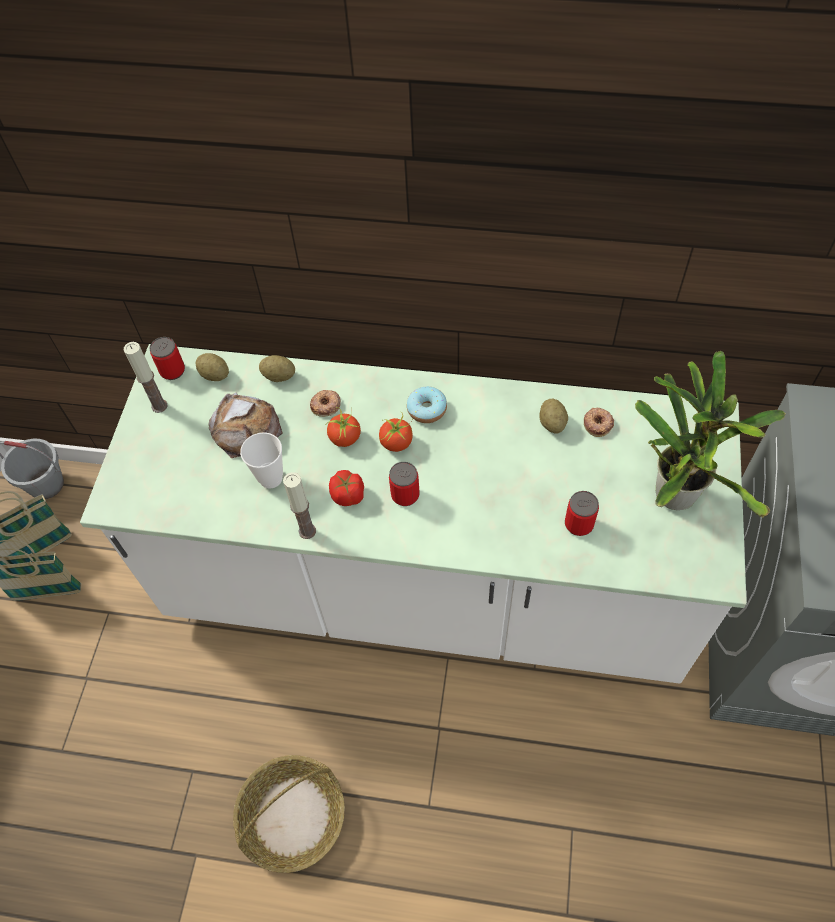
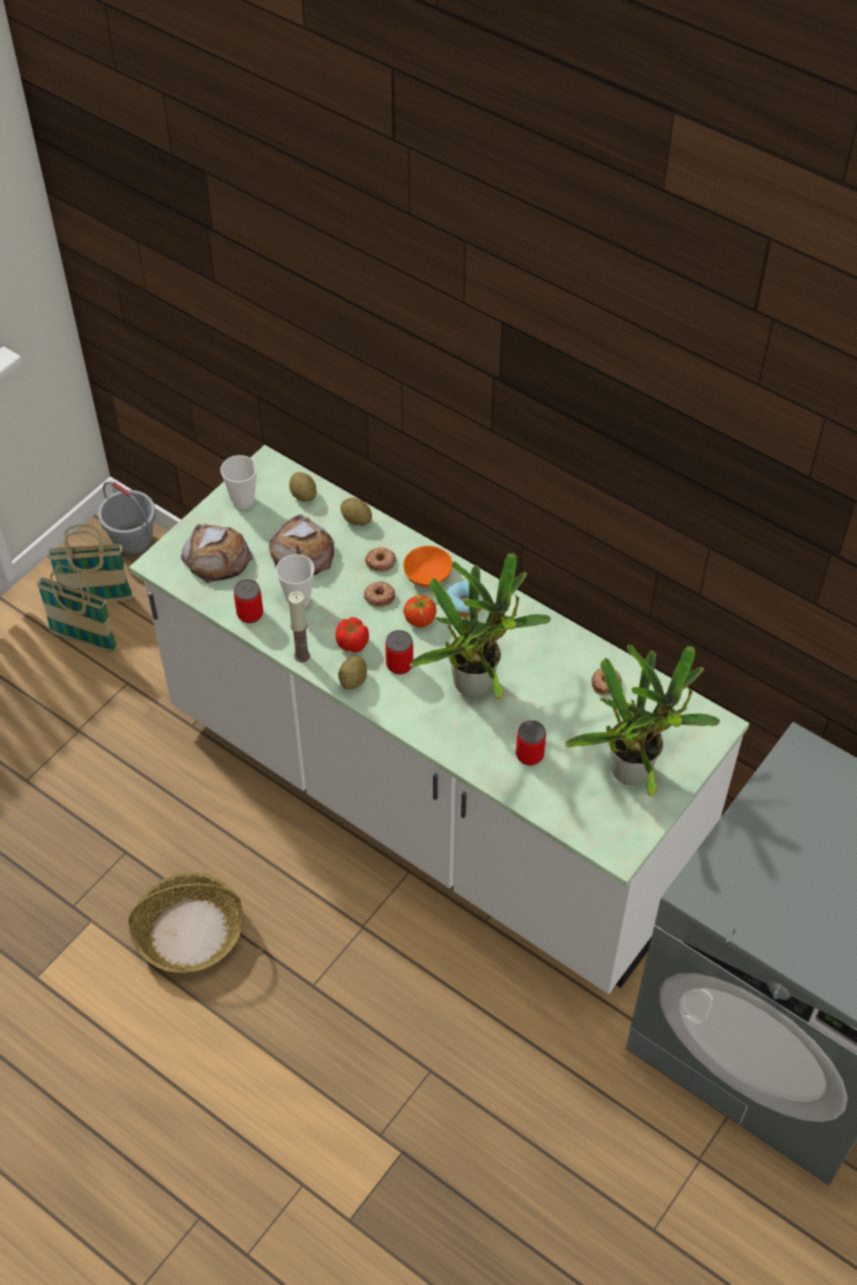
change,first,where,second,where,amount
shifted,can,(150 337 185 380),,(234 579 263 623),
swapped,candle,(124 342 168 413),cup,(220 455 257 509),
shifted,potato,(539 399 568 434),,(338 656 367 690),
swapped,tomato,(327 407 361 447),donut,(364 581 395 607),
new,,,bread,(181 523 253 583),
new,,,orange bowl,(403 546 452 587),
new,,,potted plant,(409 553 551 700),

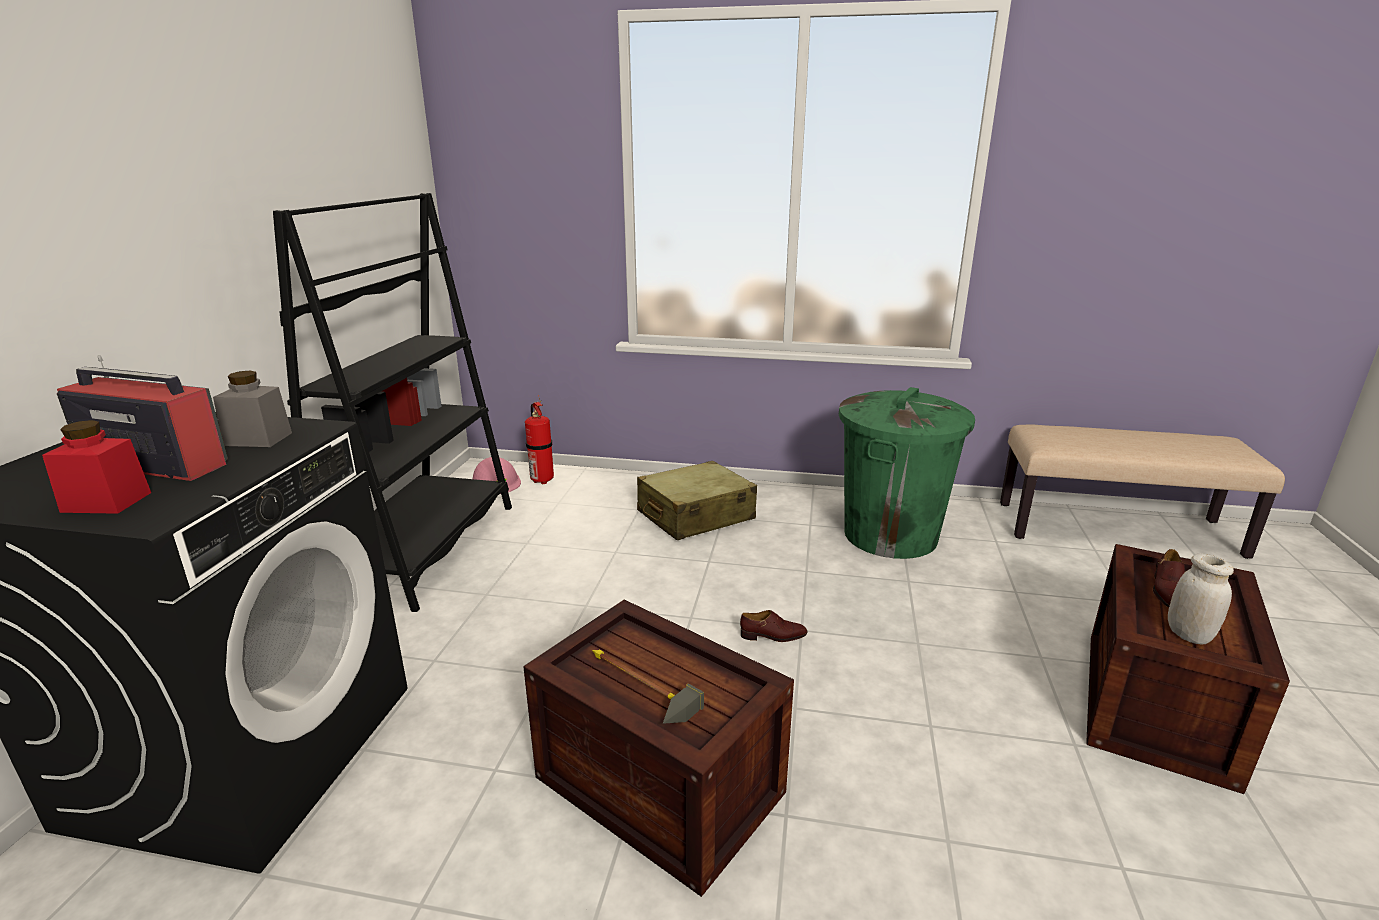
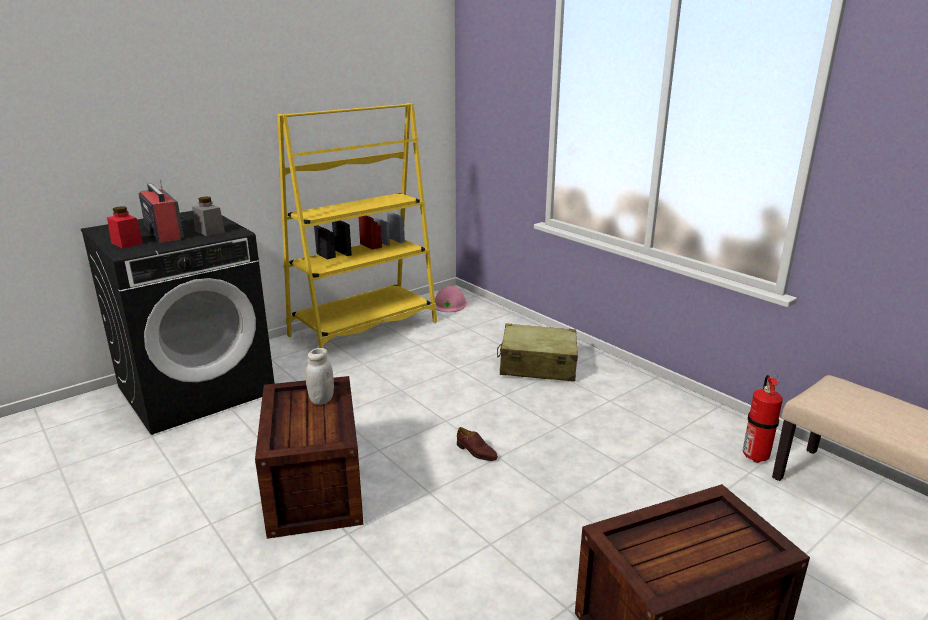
change,first,where,second,where,amount
repainted,black bookcase,(273 193 512 612),yellow bookcase,(277 103 437 348),
gone,green trash can,(839 387 975 559),,,
shifted,fire extinguisher,(525 395 554 484),,(743 372 783 463),
gone,brown shoe,(1153 549 1185 607),,,
shifted,white jar,(1168 553 1234 644),,(306 348 334 405),
gone,hammer,(592 649 704 724),,,

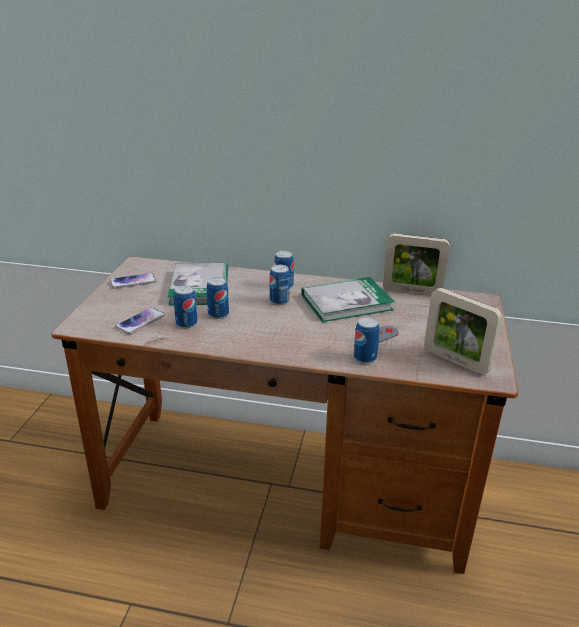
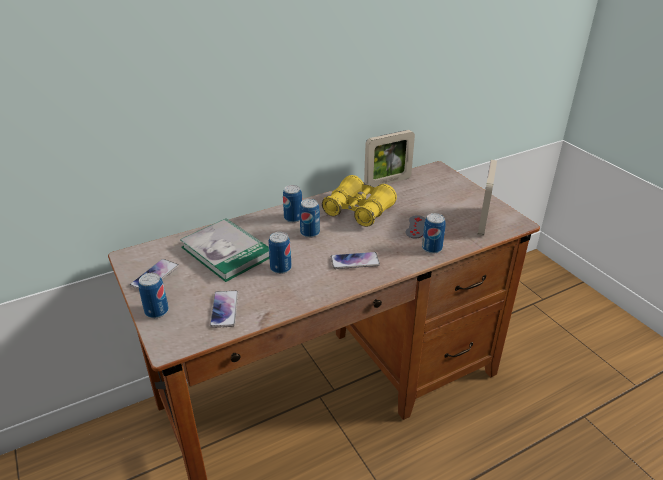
change,first,where,second,where,amount
swapped,book,(301 277 395 322),yellow binoculars,(322 175 397 227),
shifted,can,(174 285 198 328),,(138 273 169 318),
rotated,picture frame,(424 288 502 375),,(478 160 497 236),75 degrees counterclockwise
new,,,phone,(331 252 380 269),

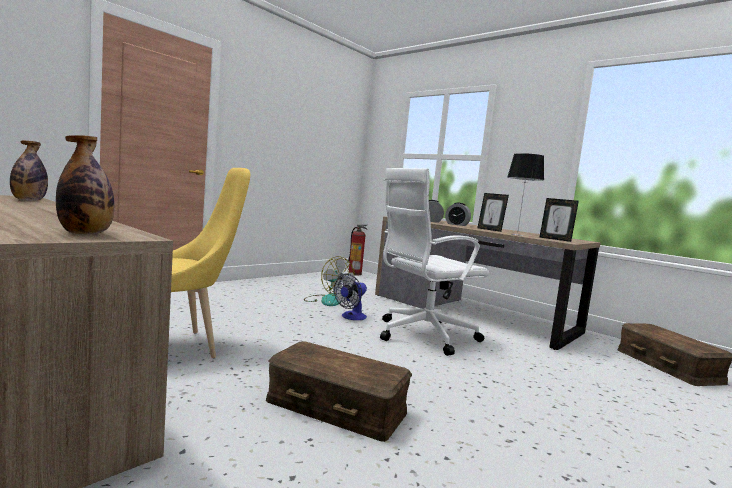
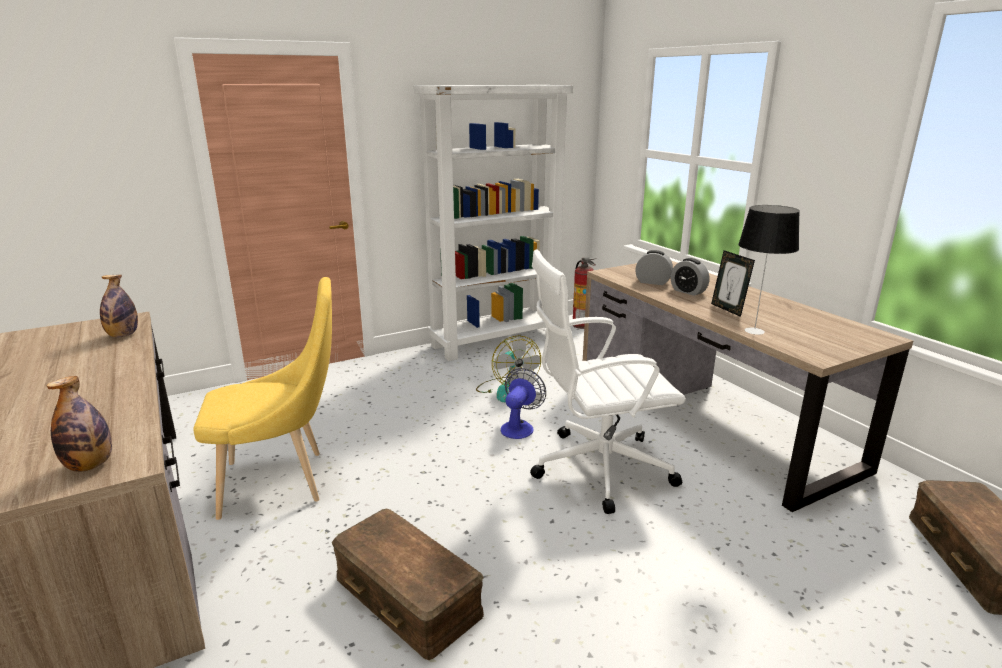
change,first,where,second,where,amount
gone,picture frame,(540 198 579 242),,,
rotated,fan,(334 274 367 320),,(501 368 546 439),150 degrees clockwise
new,,,white bookcase,(414 85 573 361),

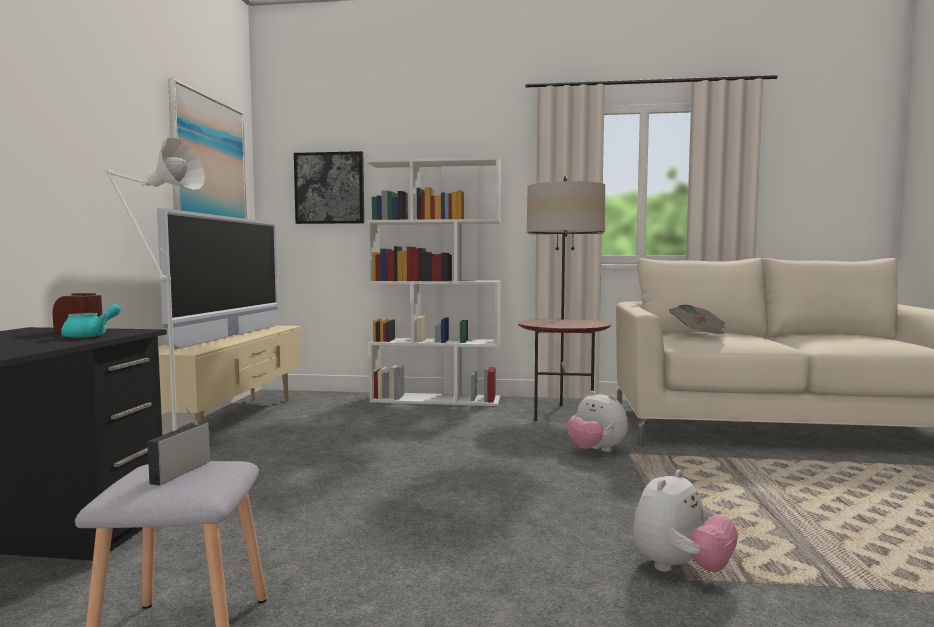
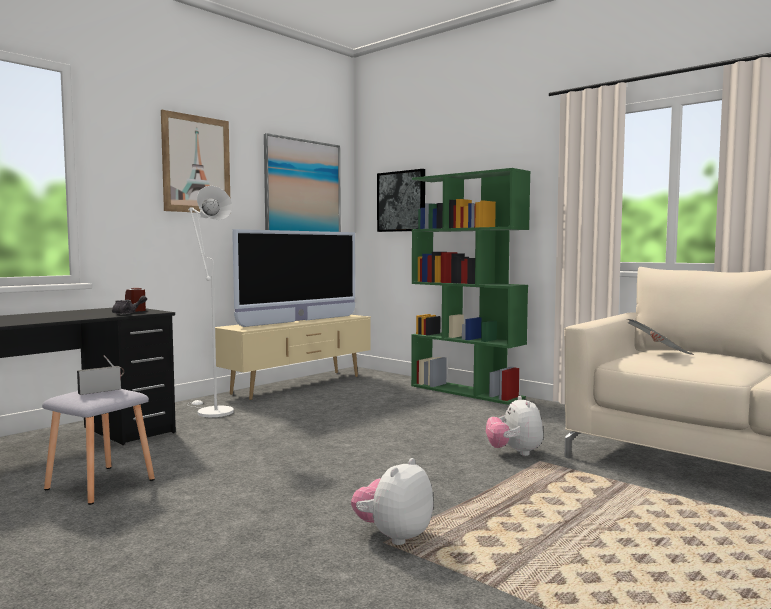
change,first,where,second,where,amount
repainted,white bookcase,(366 157 501 406),green bookcase,(411 168 531 405),
gone,floor lamp,(518 175 611 421),,,
repainted,turquoise teapot,(61 304 121 338),grey teapot,(112 295 147 314),
rotated,plush toy,(633 469 738 572),,(351 458 433 545),135 degrees clockwise
new,,,picture,(161 110 230 213),

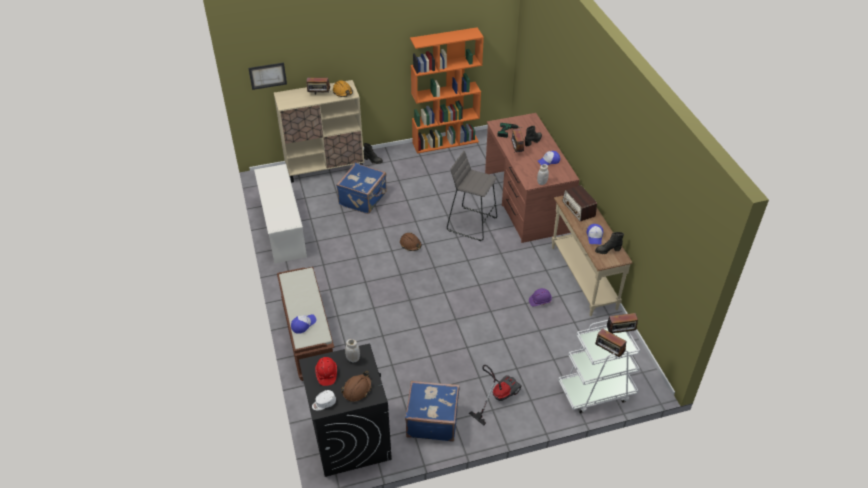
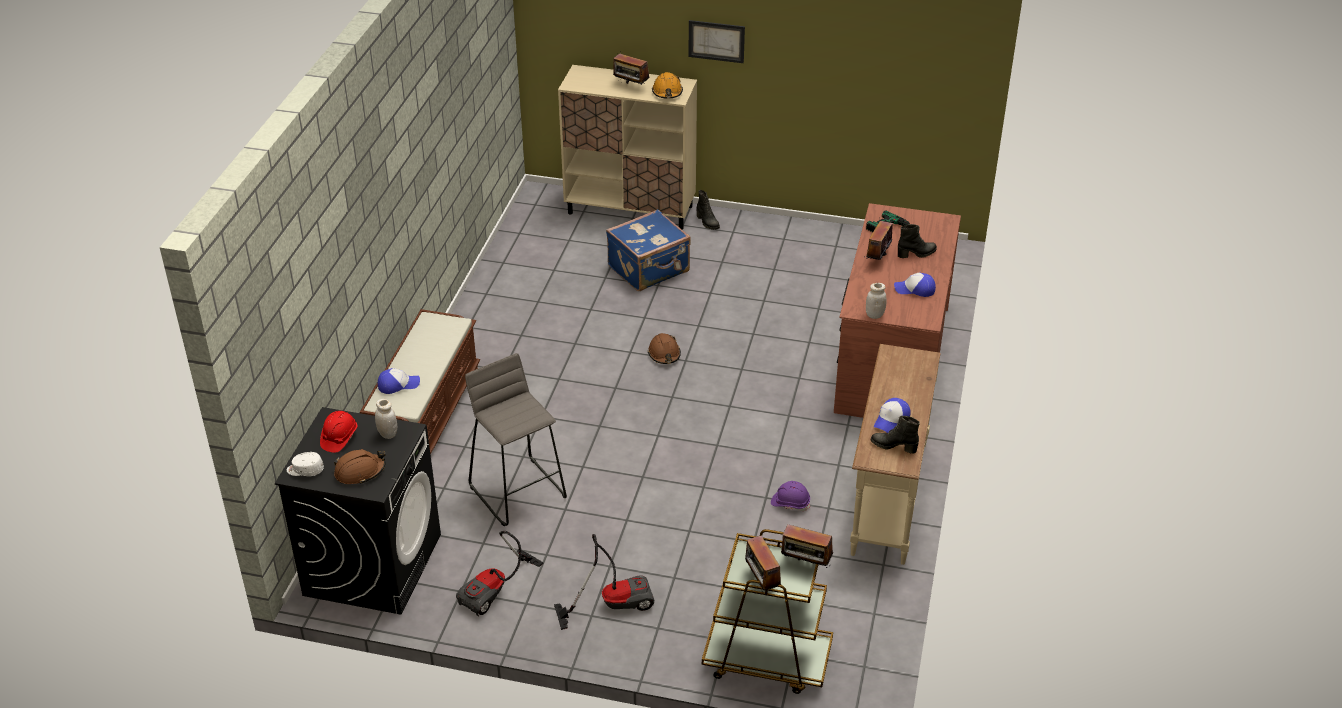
change,first,where,second,where,amount
gone,orange bookcase,(410 27 484 154),,,
shifted,picture,(248 63 287 90),,(688 20 745 63),
shifted,grey stool,(447 151 497 241),,(465 353 567 526),
gone,white shoe rack,(254 164 307 264),,,
gone,radio,(563 185 597 221),,,
repainted,white cart,(558 320 640 413),brown cart,(702 529 833 694),
swapped,blue suitcase,(405 381 460 442),vacuum cleaner,(456 531 544 616),

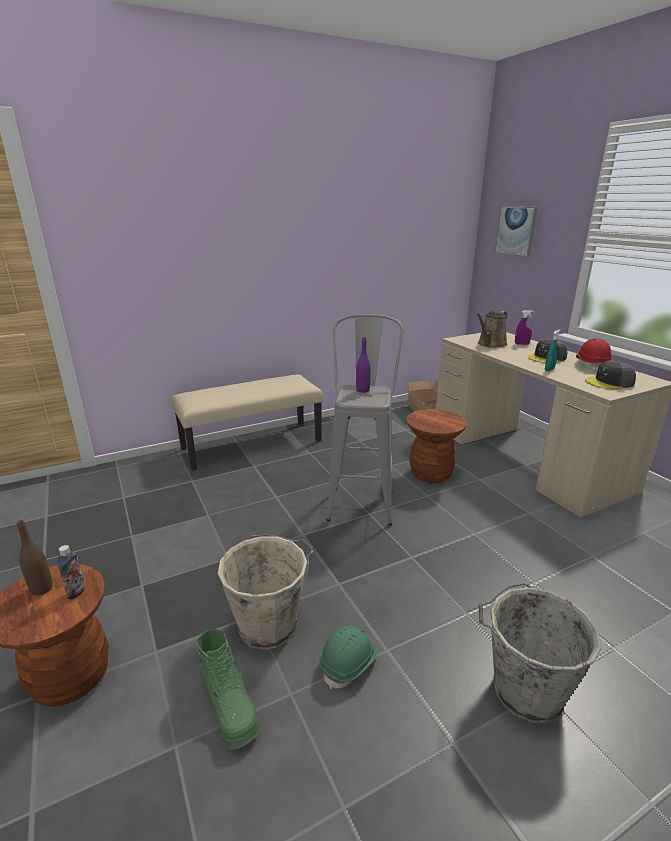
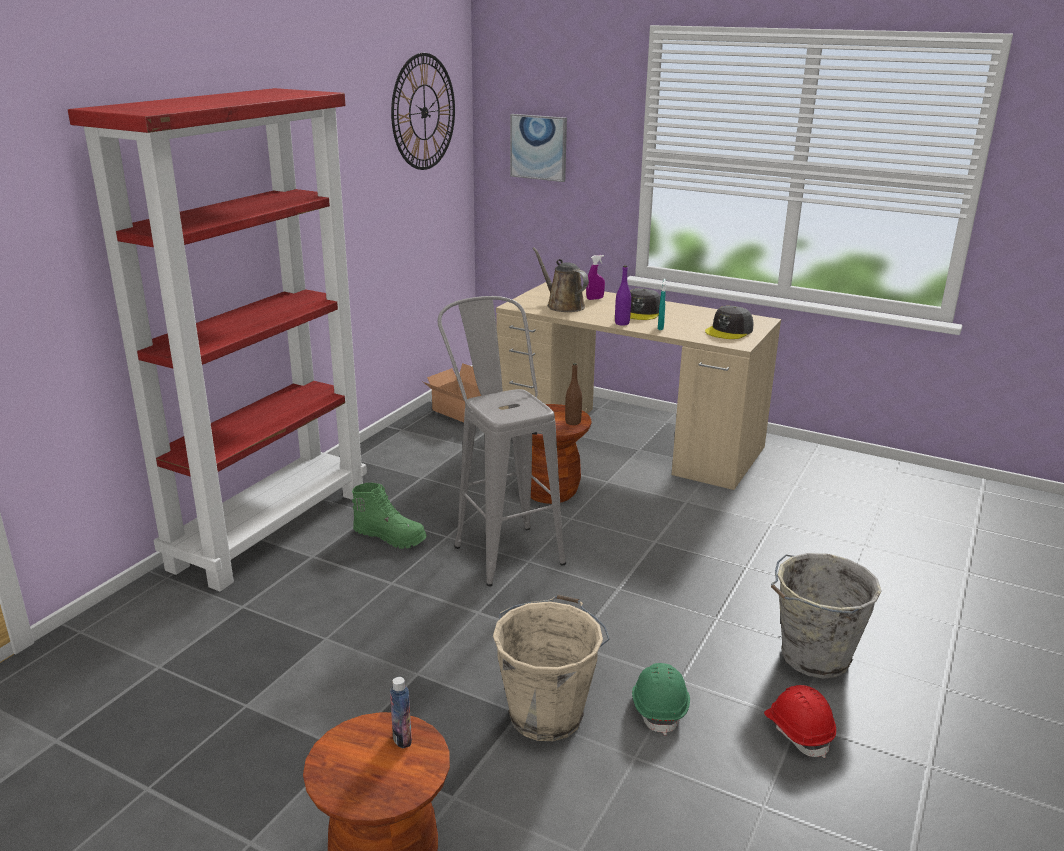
change,first,where,second,where,amount
rotated,brown watering can,(476 311 508 348),,(532 247 589 312),135 degrees clockwise
shifted,purple bottle,(356 337 371 393),,(615 265 631 326),
shifted,red hard hat,(576 338 613 371),,(764 685 836 758),
swapped,beige bench,(172 374 323 470),red bookcase,(68 88 367 591),
shifted,brown bottle,(17 520 53 596),,(565 363 582 425),
shifted,green boot,(195 629 259 749),,(352 483 427 549),
new,,,wall clock,(391 53 455 170),

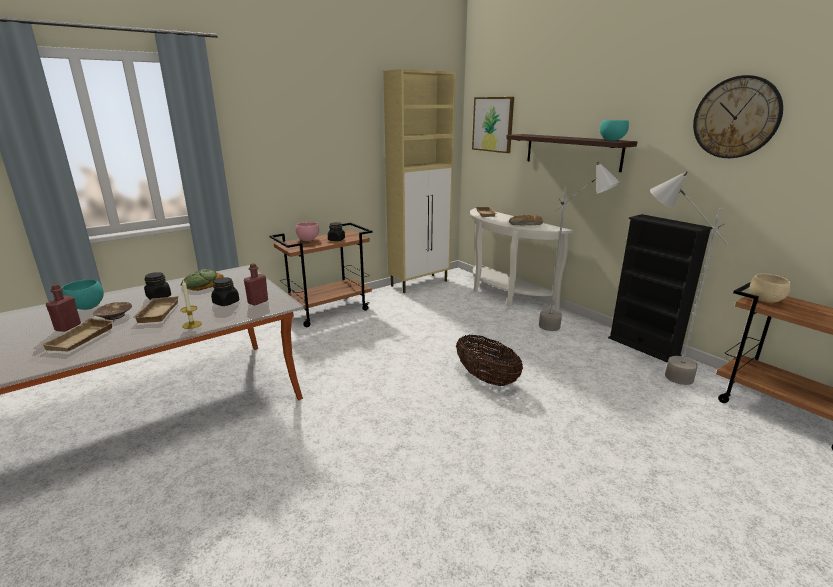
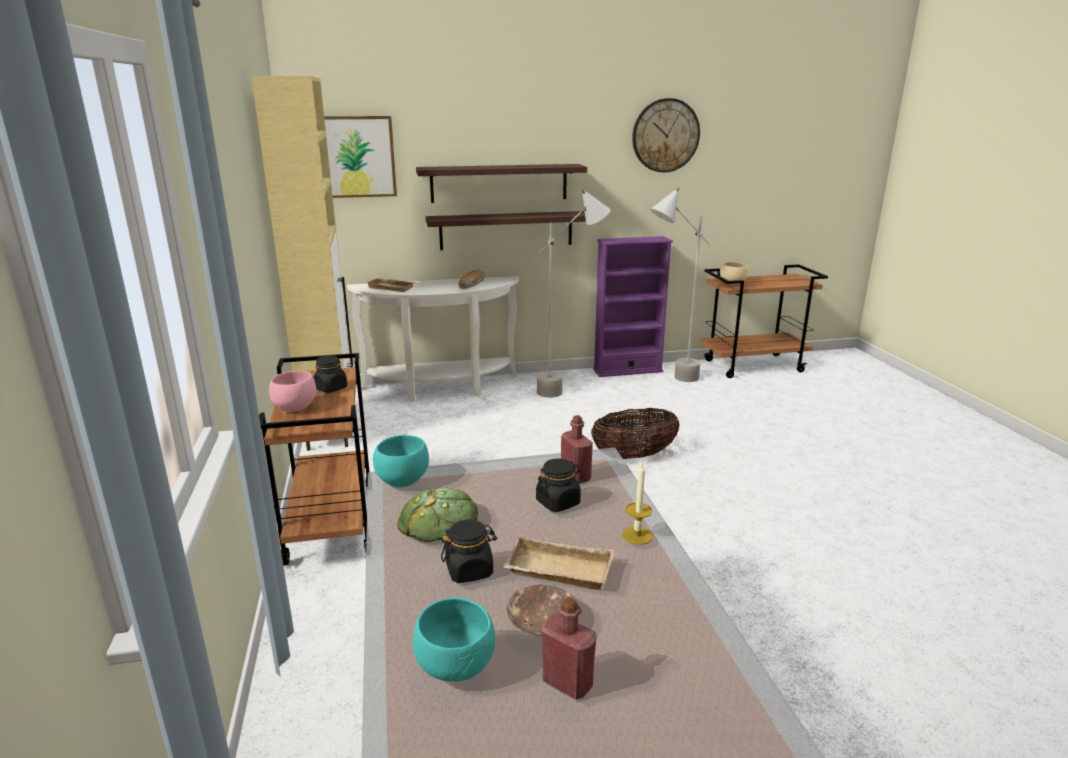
change,first,where,second,where,amount
shifted,turquoise bowl,(600 120 629 141),,(373 435 429 487),
repainted,black bookcase,(608 214 712 363),purple bookcase,(593 236 673 377),
gone,beige tray,(41 317 115 352),,,
new,,,shelf,(426 211 586 250),

